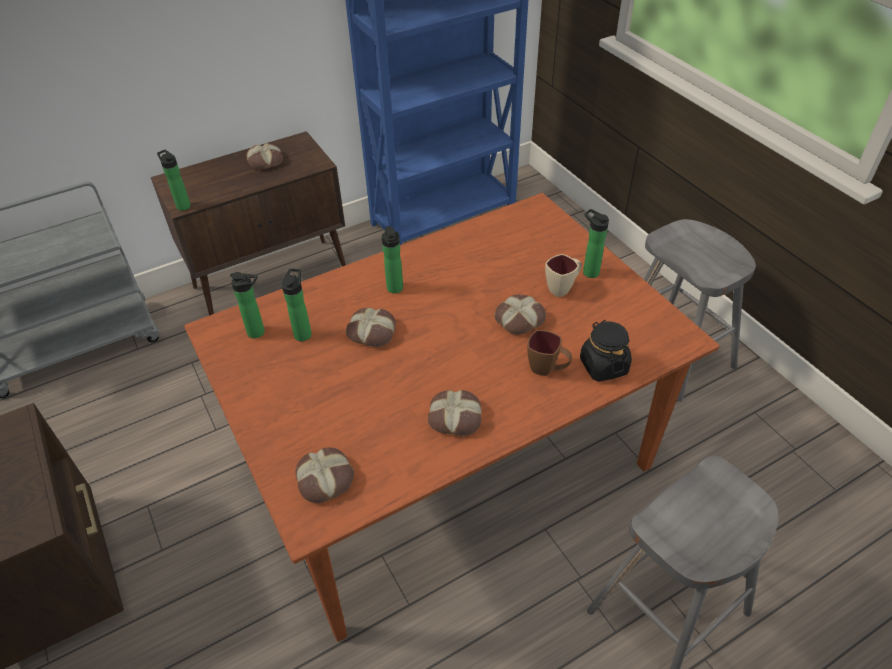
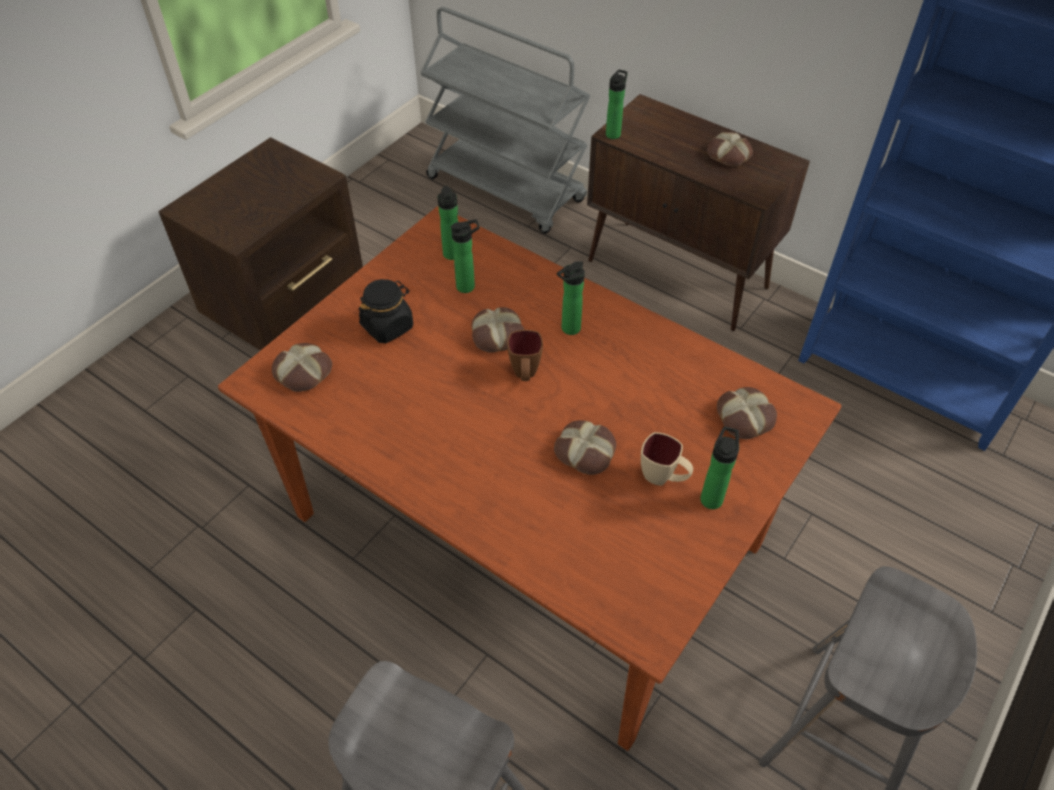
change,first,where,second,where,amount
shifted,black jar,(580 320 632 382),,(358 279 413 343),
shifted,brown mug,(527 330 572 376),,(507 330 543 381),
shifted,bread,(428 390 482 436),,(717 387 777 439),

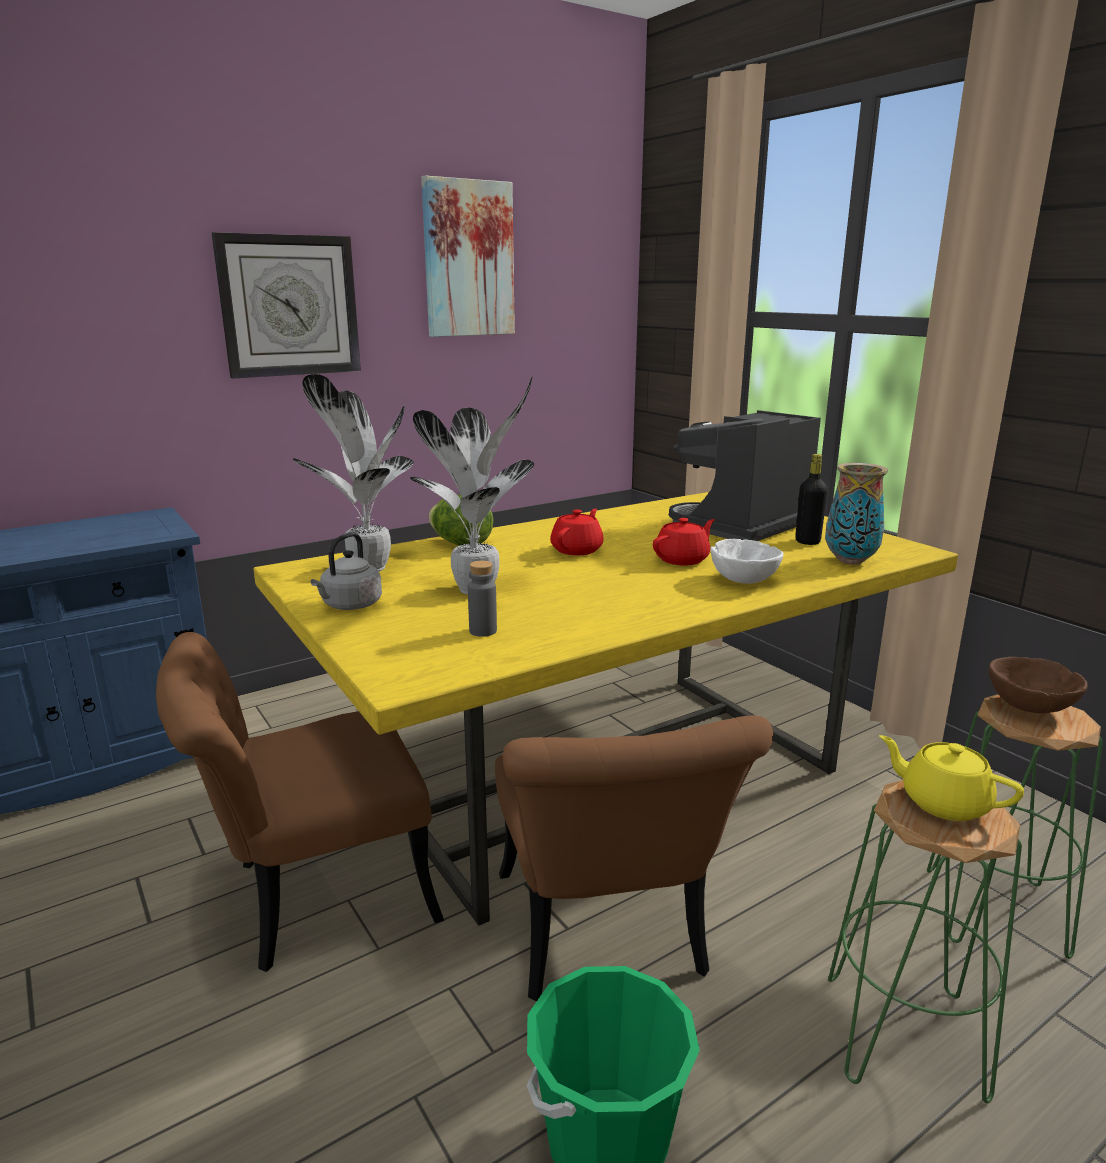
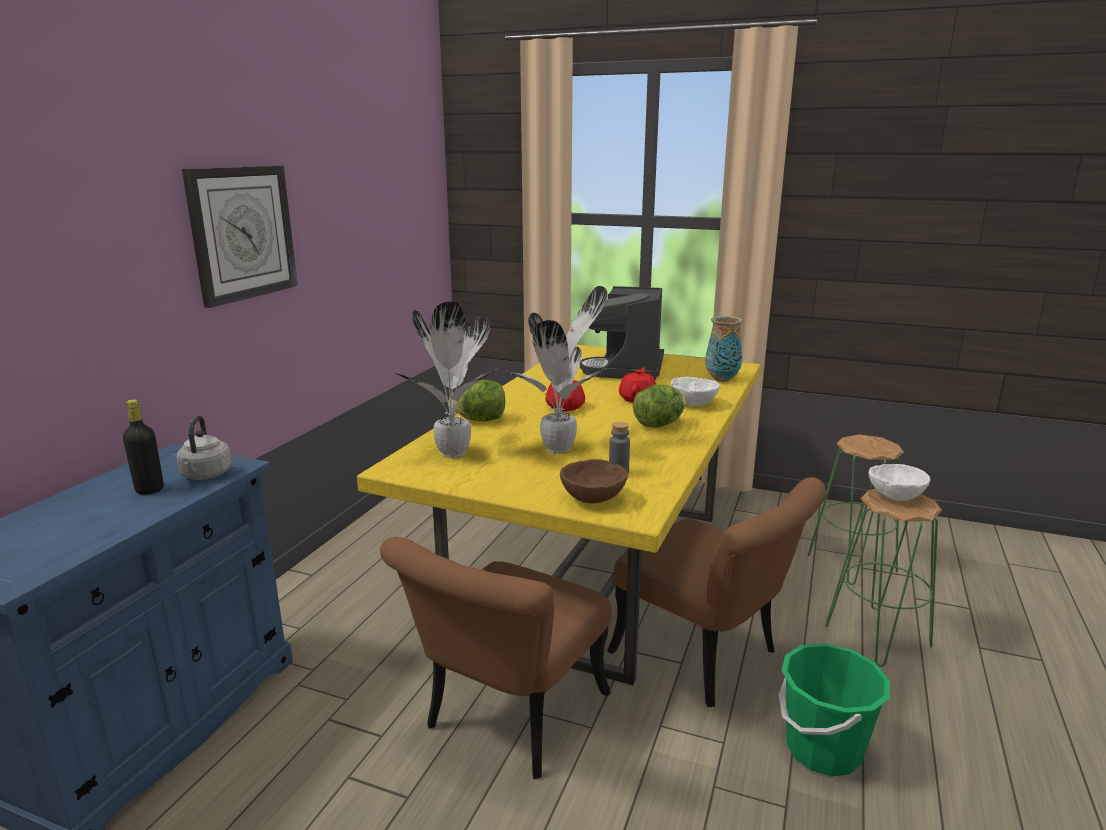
change,first,where,second,where,amount
gone,picture,(421 175 515 337),,,
shifted,black bottle,(795 454 828 545),,(123 399 164 495),
shifted,grey kettle,(311 532 382 610),,(177 416 232 480),
shifted,brown bowl,(989 657 1088 713),,(560 459 628 503),
swapped,yellow teapot,(879 735 1024 821),white bowl,(869 464 930 501),
new,,,lettuce,(633 385 686 428),

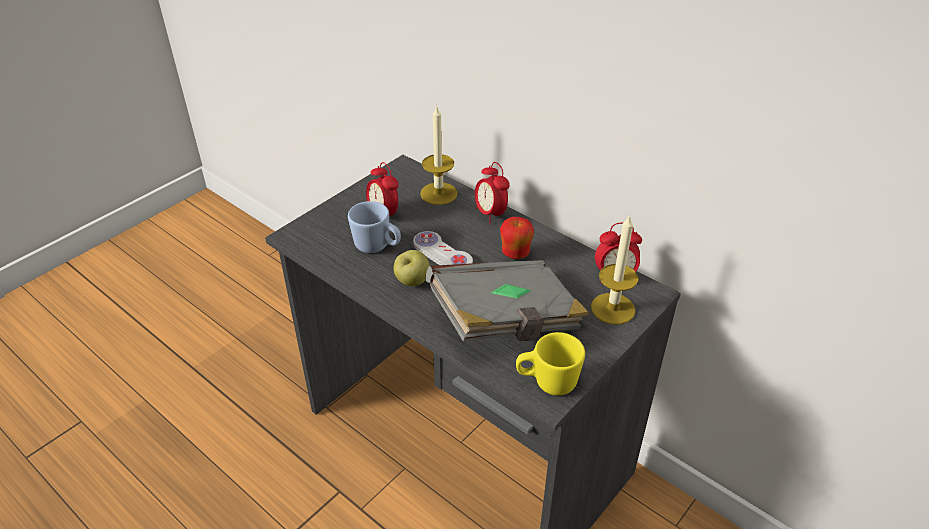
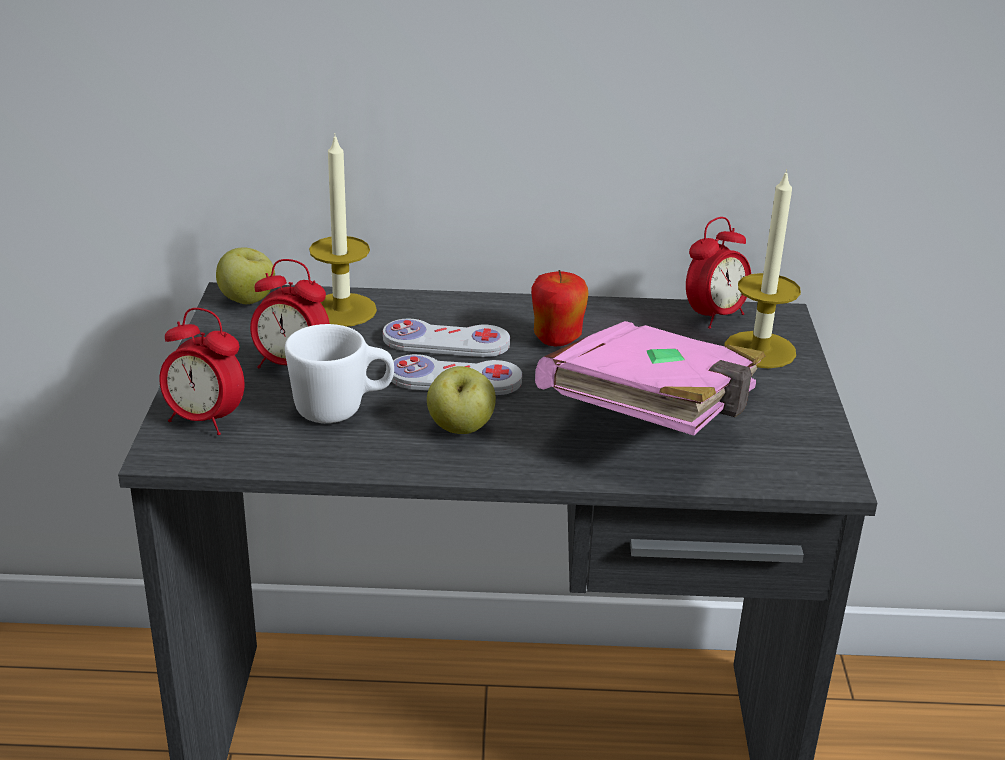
change,first,where,second,where,amount
shifted,alarm clock,(475 162 510 224),,(159 308 244 435),
repainted,blue mug,(348 201 401 253),white mug,(285 324 394 423),
repainted,grey book,(425 260 589 342),pink book,(535 321 765 436),
gone,yellow mug,(516 332 585 396),,,
new,,,apple,(216 247 275 304),
new,,,white game controller,(383 319 510 357),

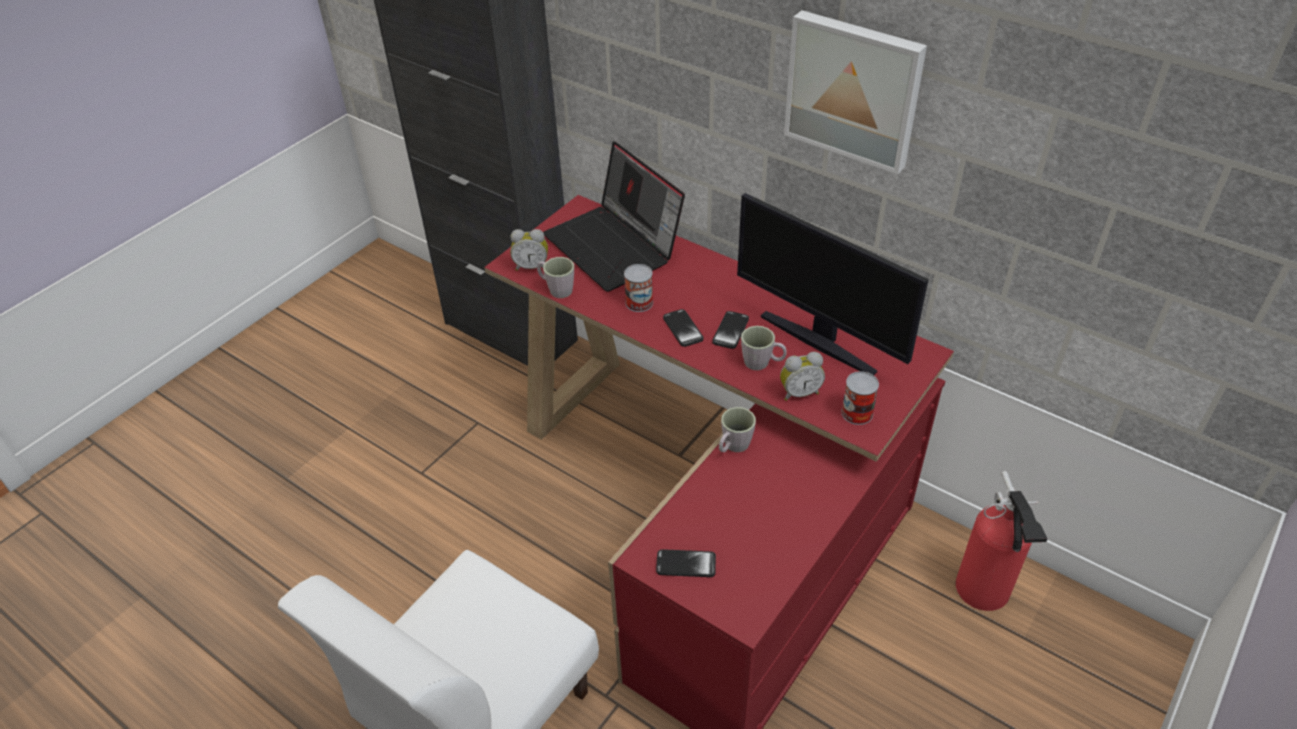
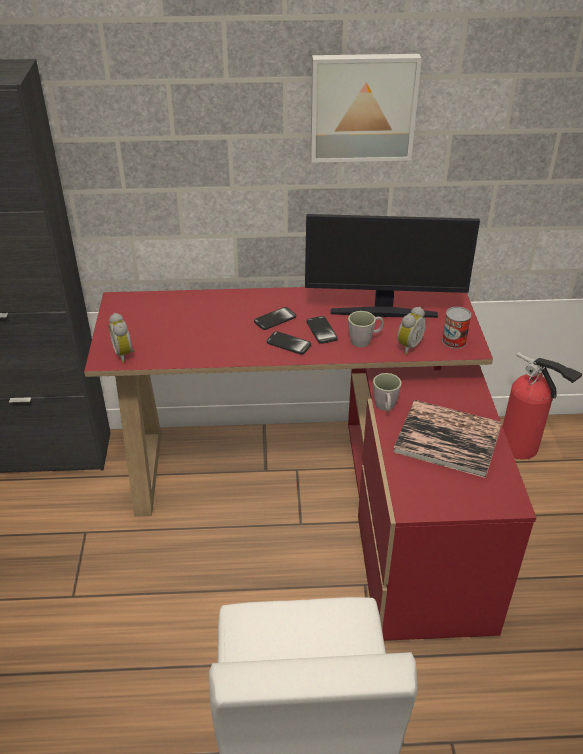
change,first,where,second,where,amount
gone,laptop,(543 141 685 292),,,
rotated,alarm clock,(510 229 548 271),,(109 313 135 363),105 degrees clockwise
gone,grey mug,(537 257 574 298),,,
gone,can,(624 264 653 312),,,
shifted,phone,(656 549 716 577),,(254 307 296 330),
new,,,book,(393 400 502 478),

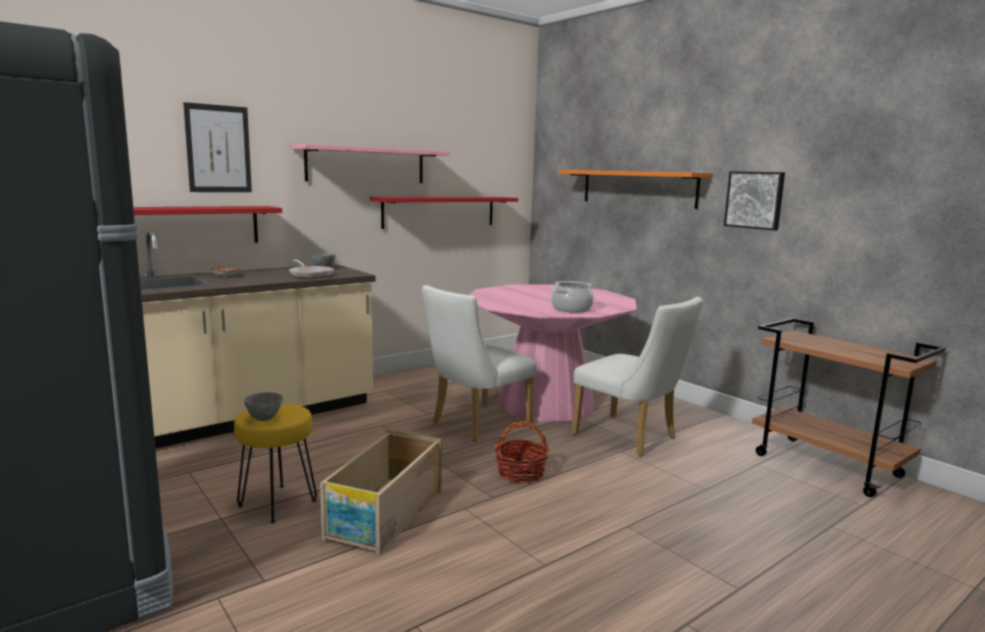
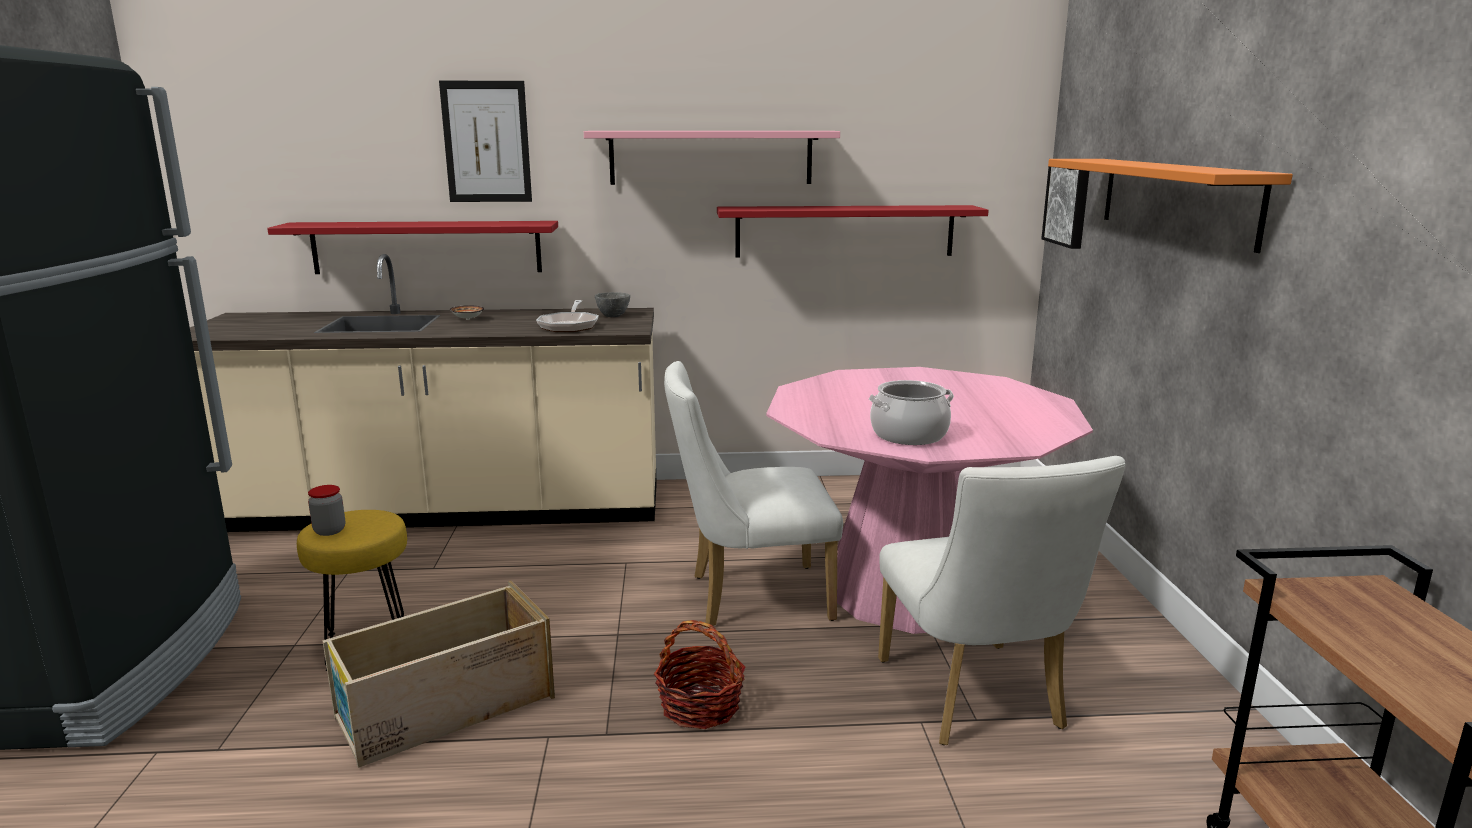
change,first,where,second,where,amount
shifted,picture,(724 171 785 231),,(1041 167 1089 249),
swapped,grey bowl,(244 392 283 421),jar,(308 485 345 536),

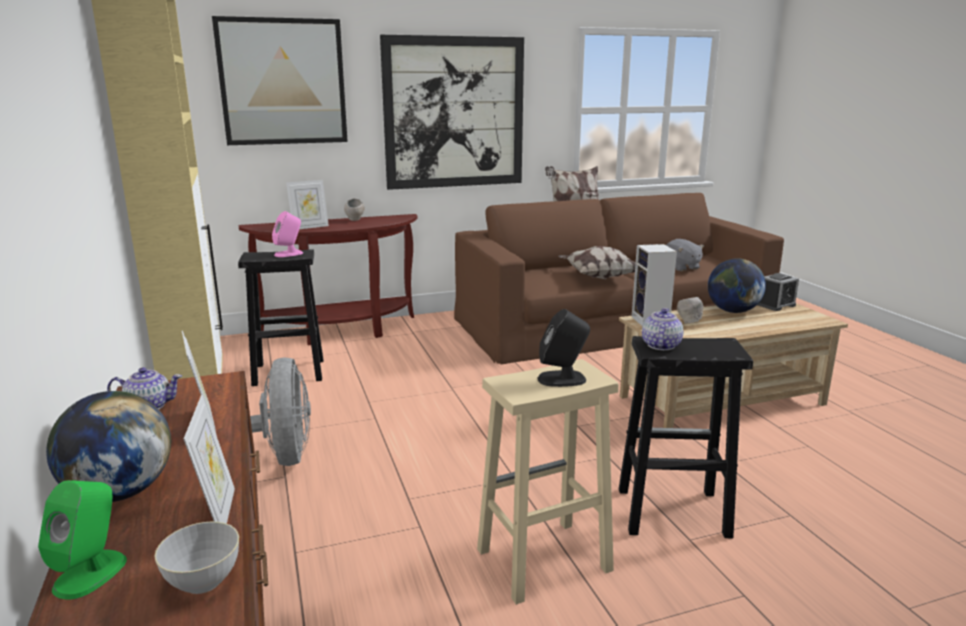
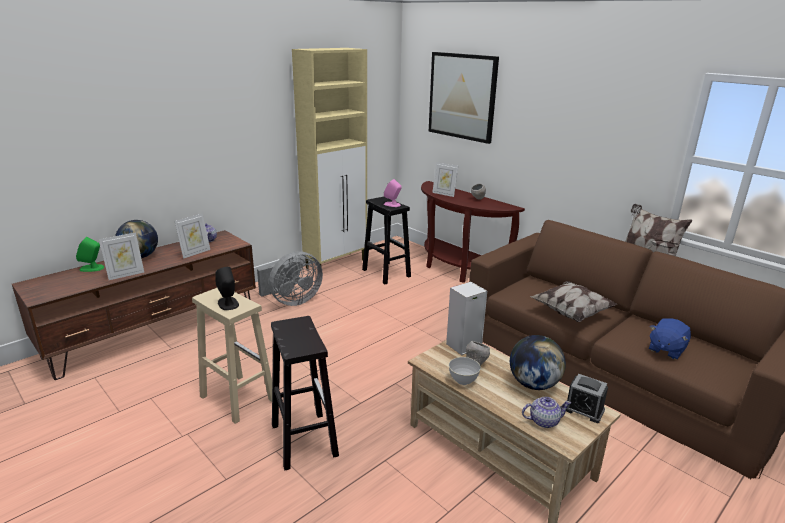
change,first,where,second,where,amount
gone,picture,(380 35 524 190),,,
repainted,grey plush toy,(666 239 704 271),blue plush toy,(649 318 691 359),
shifted,teapot,(642 308 683 350),,(522 396 571 428),
shifted,grey bowl,(155 522 239 594),,(449 357 481 385),

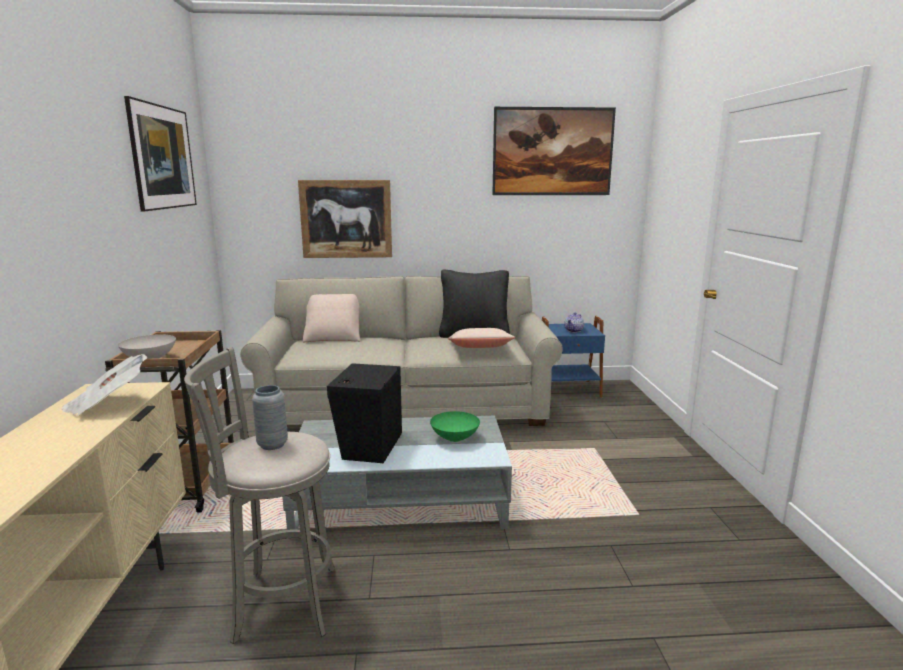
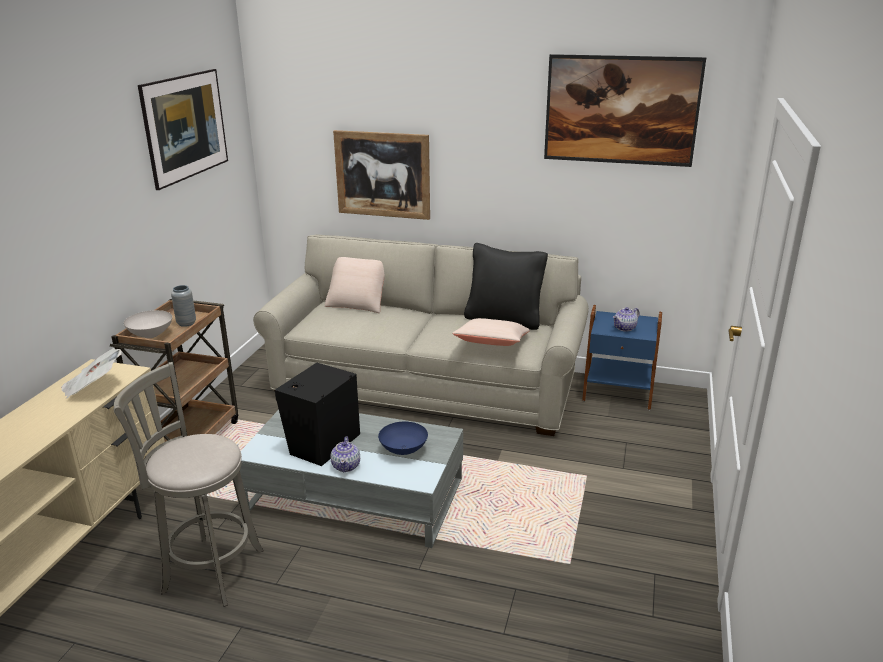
change,first,where,second,where,amount
shifted,grey vase,(252 385 288 450),,(171 285 196 327),
repainted,green bowl,(430 411 480 442),blue bowl,(378 422 428 455),
new,,,teapot,(331 436 360 472),

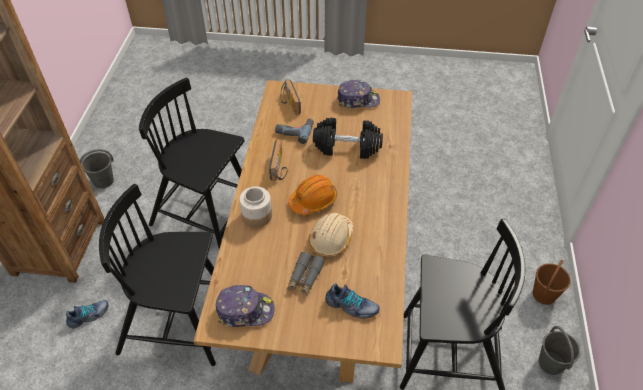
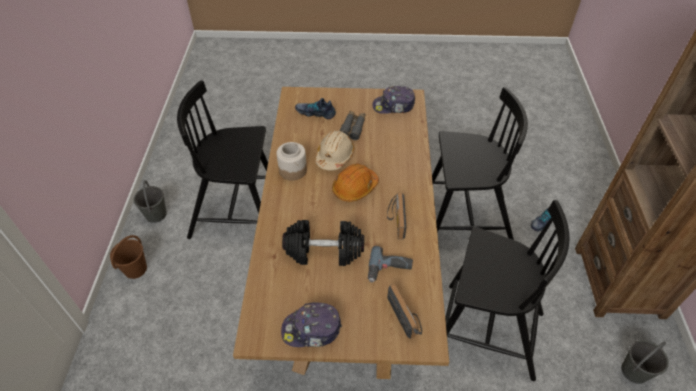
change,first,where,second,where,amount
shifted,jar,(239 186 272 228),,(276 142 307 181),

